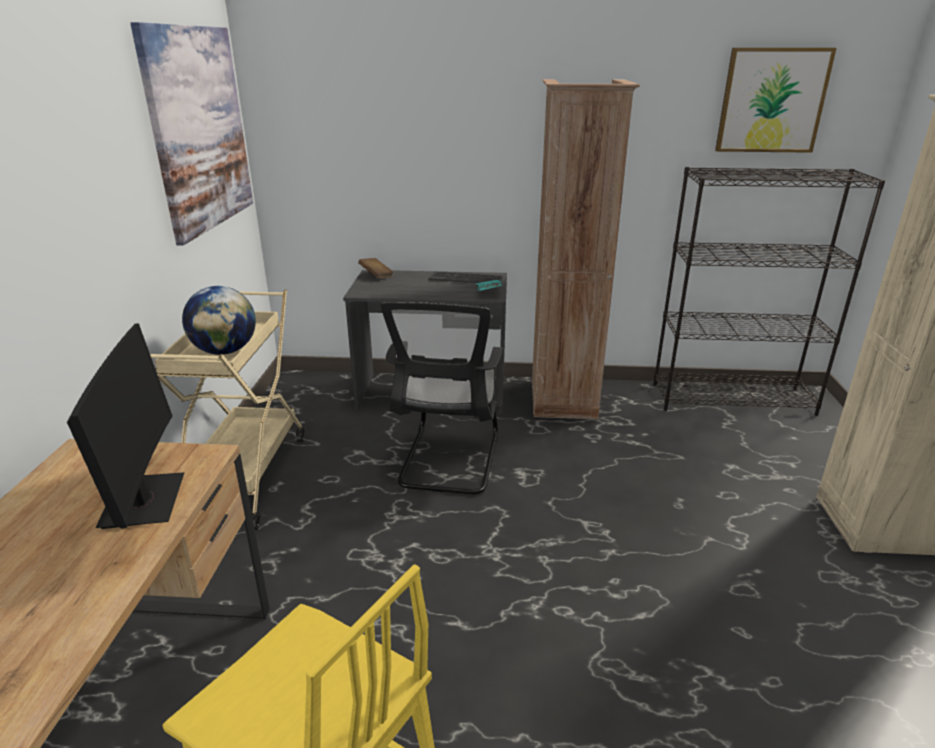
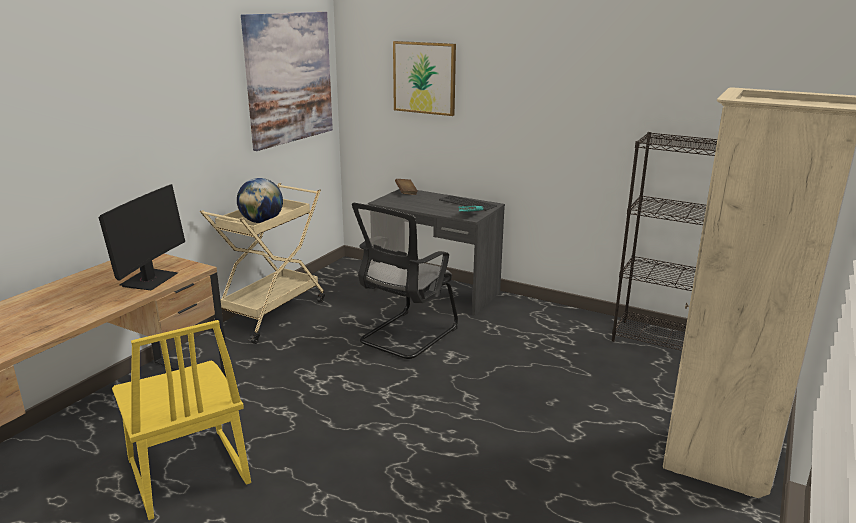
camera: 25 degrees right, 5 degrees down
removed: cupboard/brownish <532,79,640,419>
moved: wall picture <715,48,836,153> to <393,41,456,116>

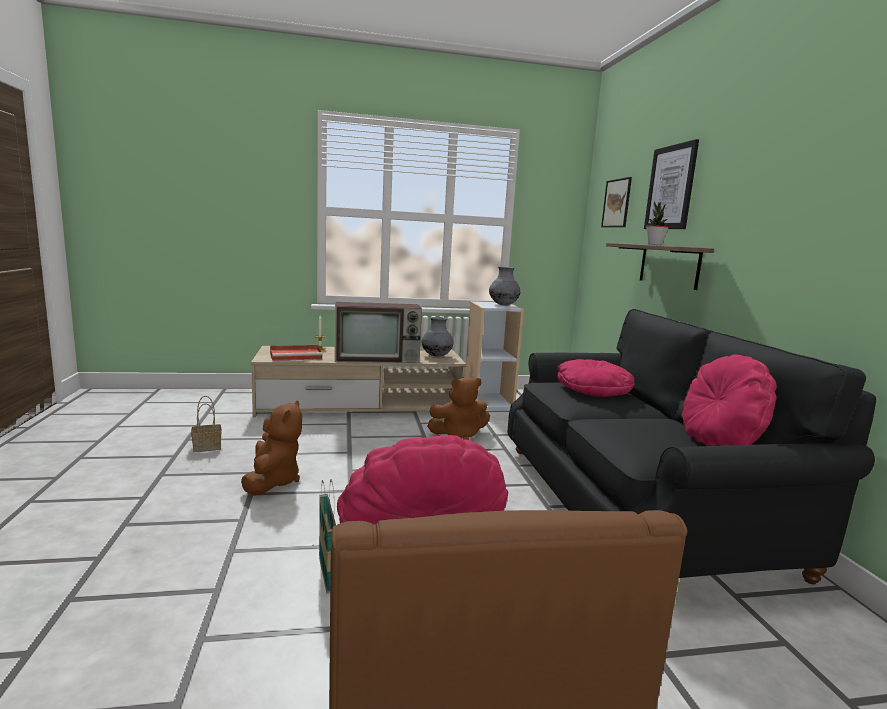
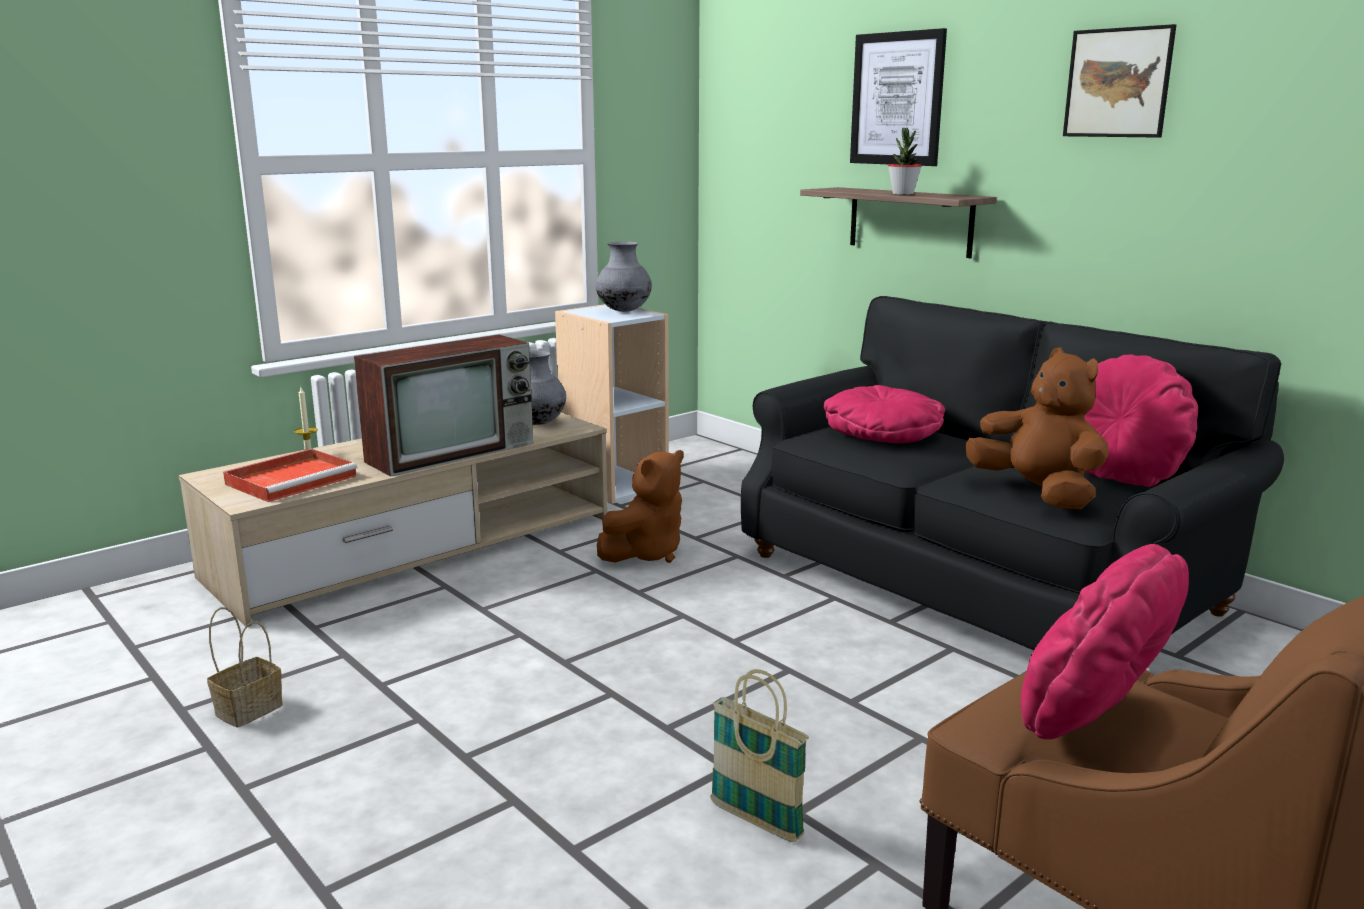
camera: 30 degrees left, 5 degrees up
moved: cuddly toy/brownish <241,400,302,495> to <965,348,1109,509>; wall picture <601,177,632,227> to <1063,24,1176,138>

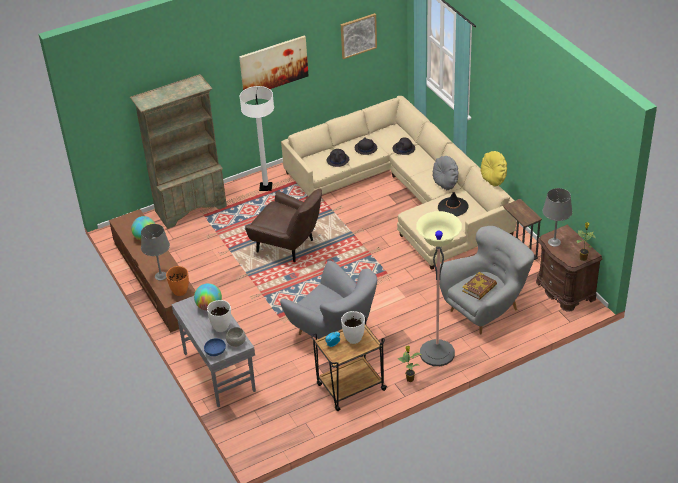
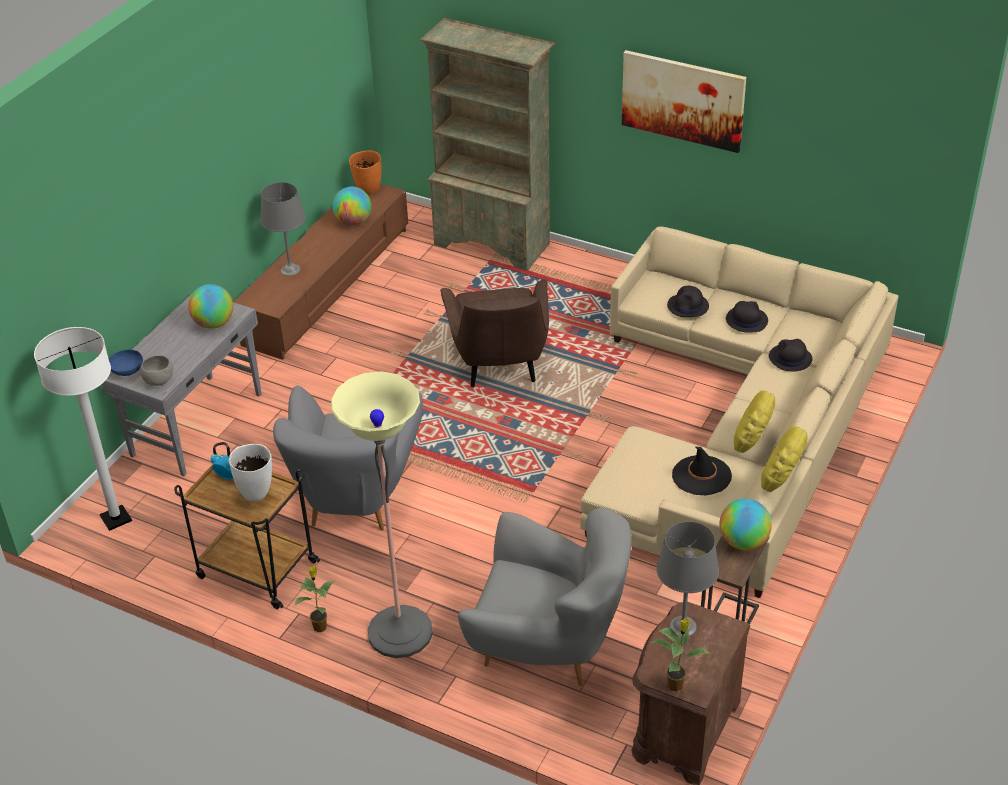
camera: 55 degrees right, 0 degrees up
removed: decorative vase/whitish <207,300,231,332>; wall picture <341,13,377,59>; volume <462,272,497,300>
added: desk globe <719,498,772,550>
moved: decorative vase/orange <166,266,189,296> to <349,151,381,195>; standing lamp/whitish <240,86,274,191> to <34,327,132,531>
recoloured: throw pillow/gray <432,156,458,190> to throw pillow/yellowish <734,390,775,453>

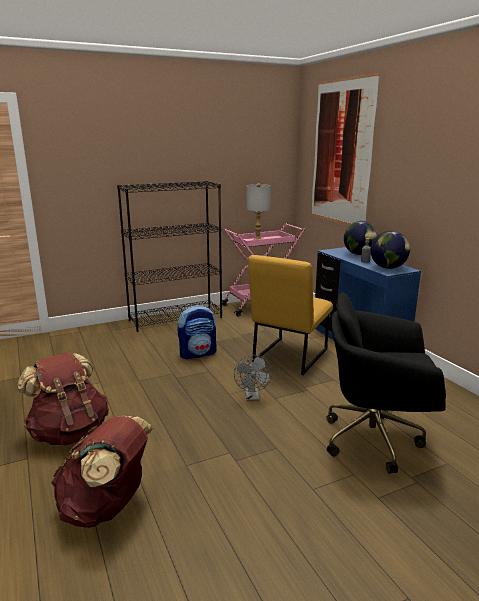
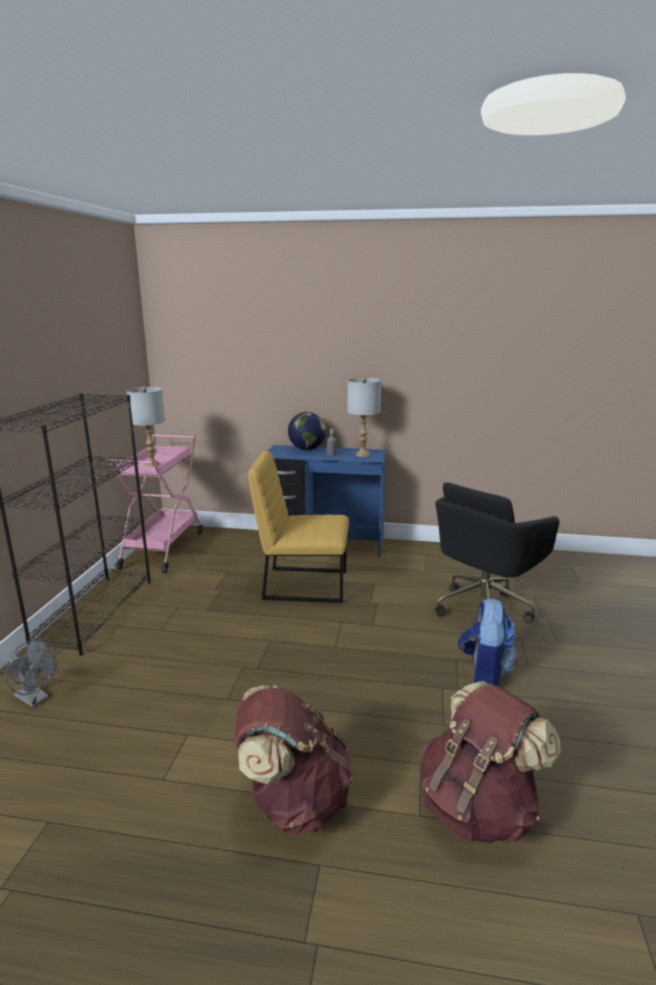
camera: 55 degrees left, 0 degrees up
removed: wall picture <311,72,380,226>
moved: knapsack <177,305,217,359> to <458,598,517,686>; electric fan/gray <234,355,272,401> to <5,639,58,707>
replaced: desk globe <370,231,410,269> to lamp for a table/gray <347,377,381,457>
turned: upright chair/yellowish <248,255,333,375> = <248,451,349,603> 120 degrees clockwise

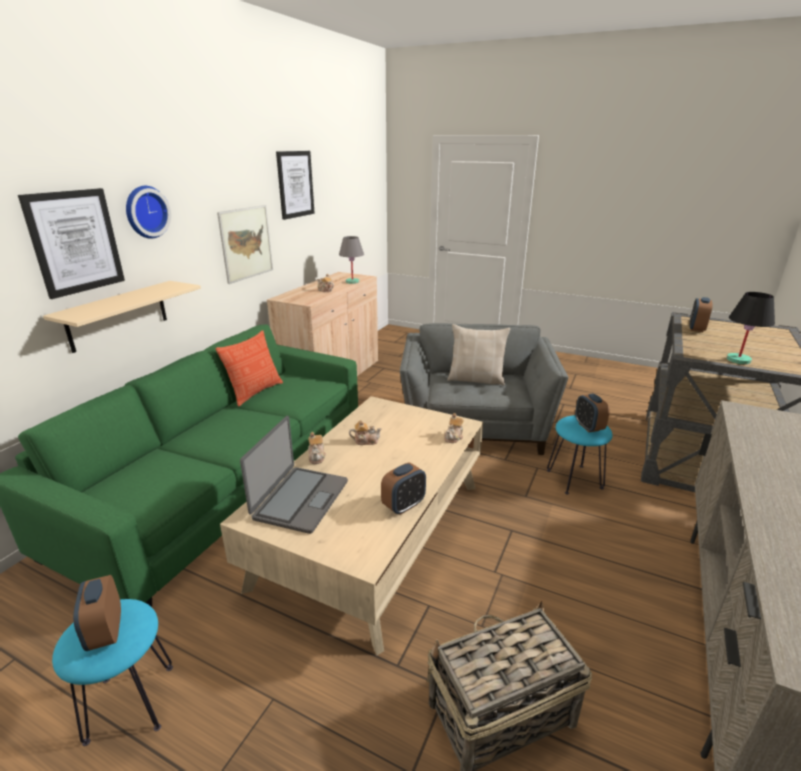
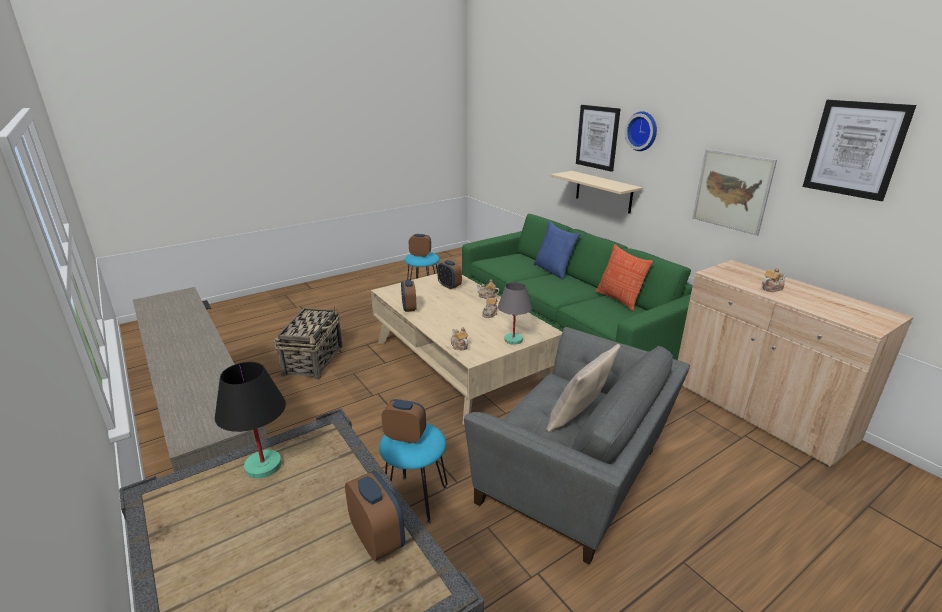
camera: 120 degrees right, 0 degrees up
added: throw pillow/blue-coloured <534,221,581,280>
moved: lamp for a table/gray <339,236,364,284> to <498,282,532,345>
replaced: notebook computer <240,416,348,534> to bedside clock <437,260,462,289>

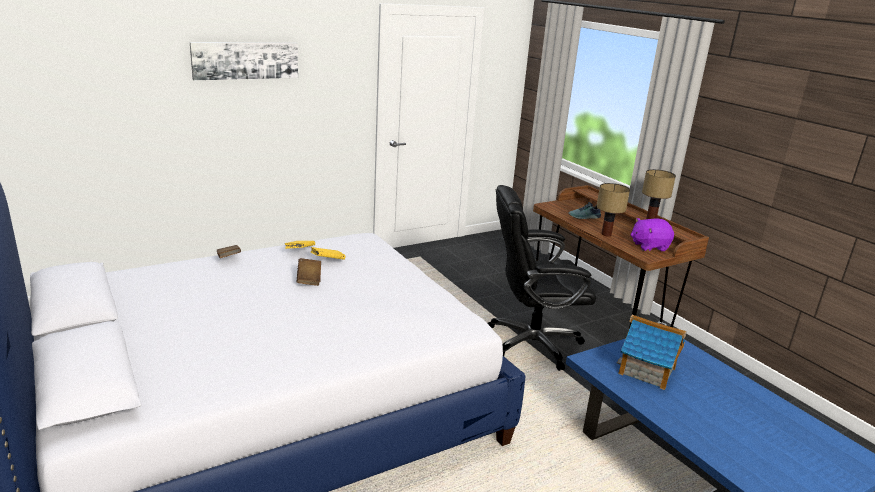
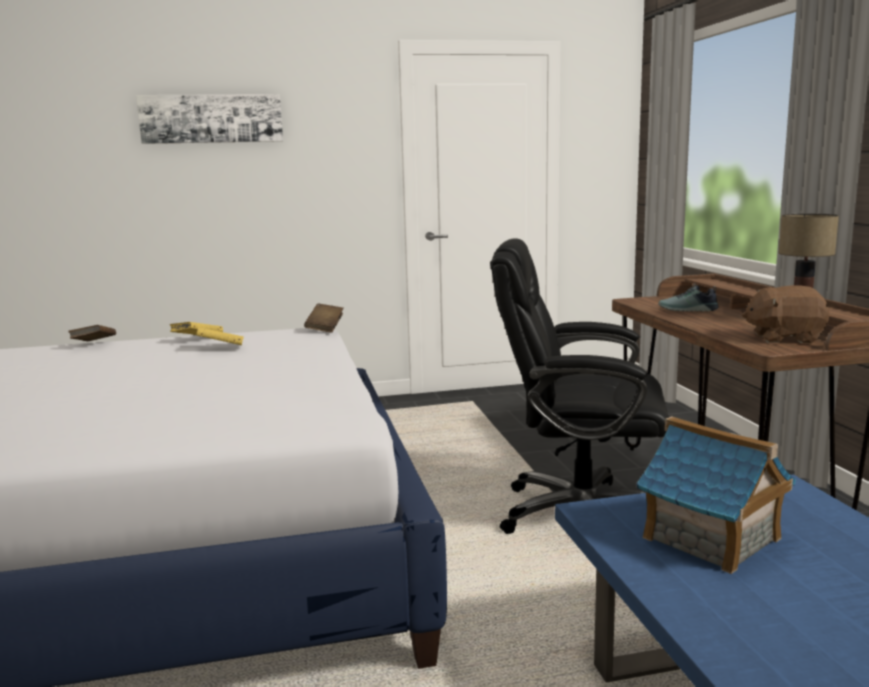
camera: 20 degrees right, 10 degrees down
removed: lamp for a table <596,183,630,237>
moved: volume/brownish <297,258,321,286> to <304,304,344,332>
recoloured: cuddly toy/purplish <631,218,674,251> to cuddly toy/brownish <742,285,829,343>

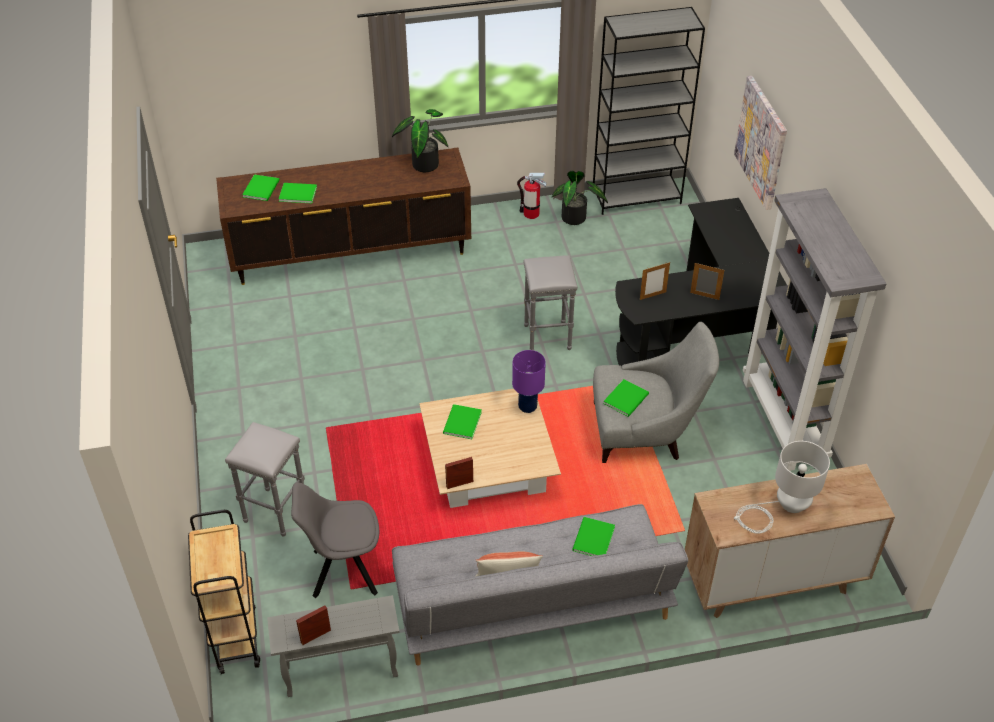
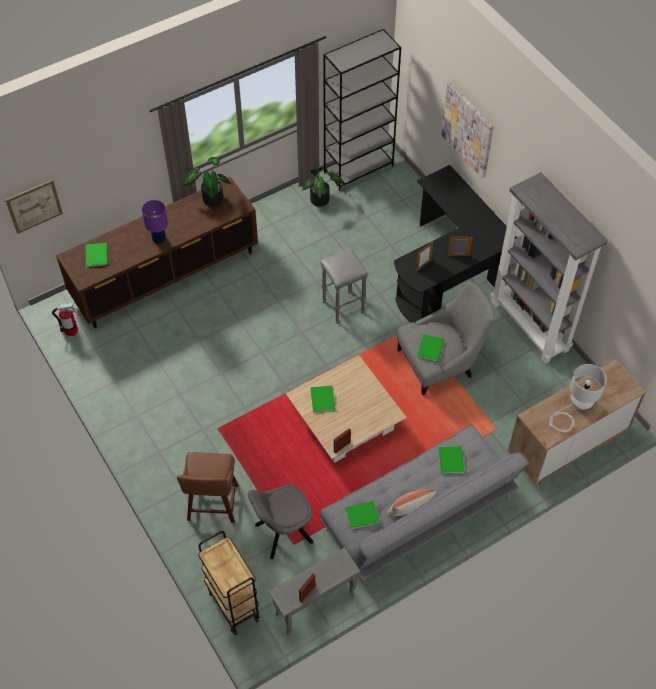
camera: 20 degrees left, 10 degrees up
added: wall picture <5,179,63,234>
moved: volume/green <279,183,317,204> to <345,501,380,530>; lamp for a table/purplish <512,350,546,413> to <142,200,168,244>; fire extinguisher <517,173,547,219> to <52,303,78,336>
replaced: stool/gray <225,422,305,536> to upright chair/brownish <177,452,238,523>

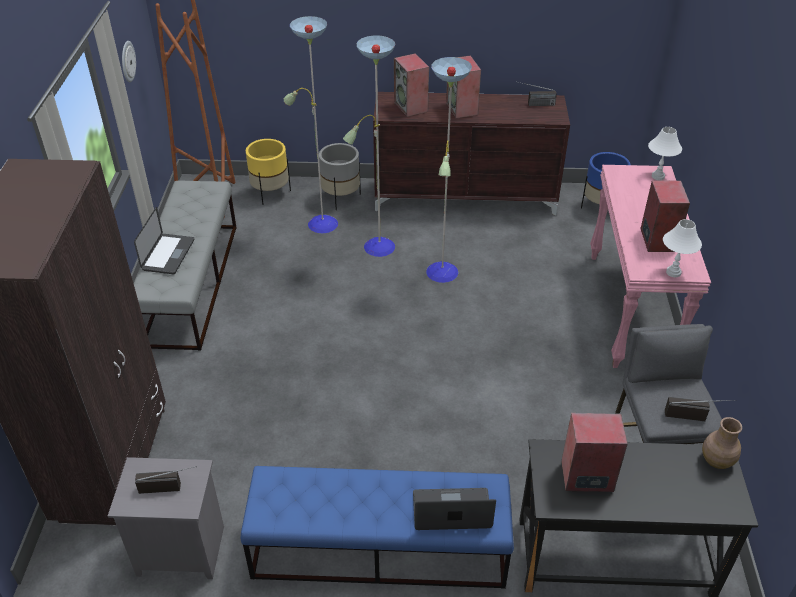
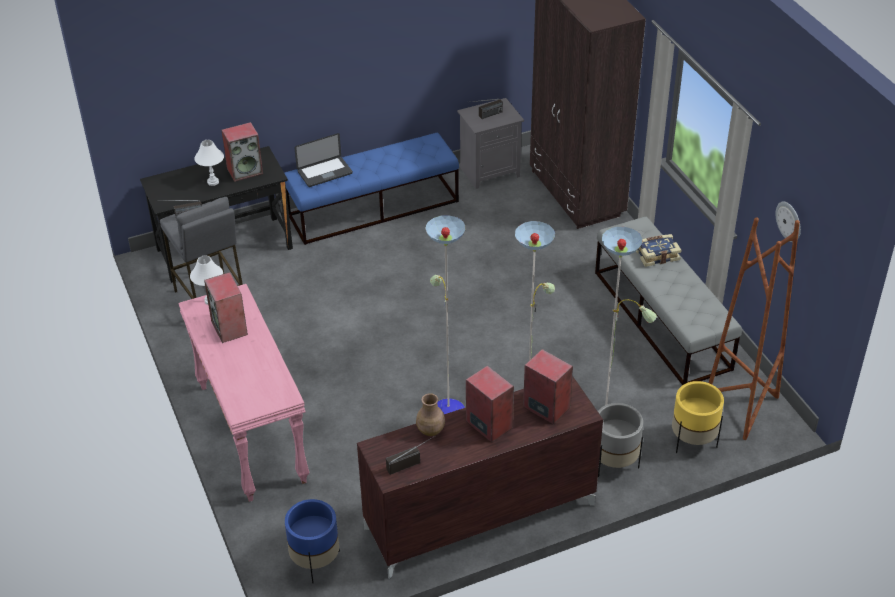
camera: 155 degrees right, 0 degrees up
moved: lamp for a table/whitish <648,127,682,180> to <194,140,224,186>; decorative vase/brownish <702,417,742,469> to <416,393,445,436>
replaced: notebook computer <134,207,194,274> to volume <636,234,682,267>

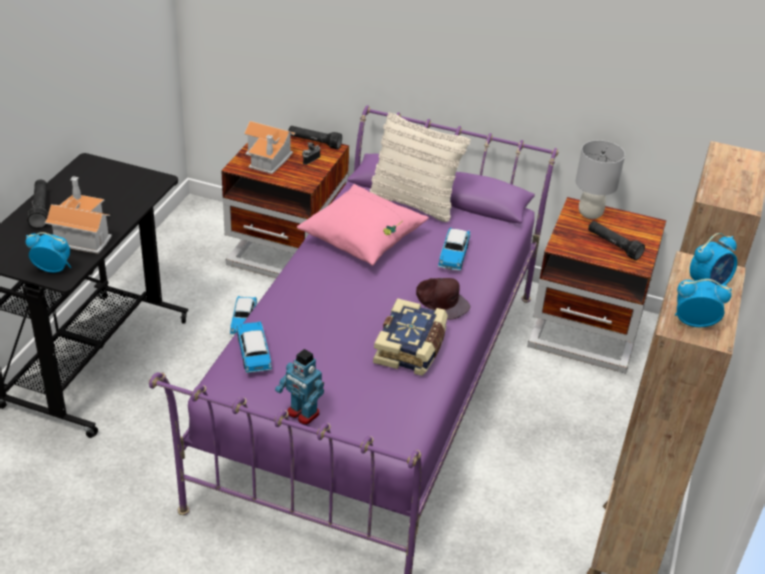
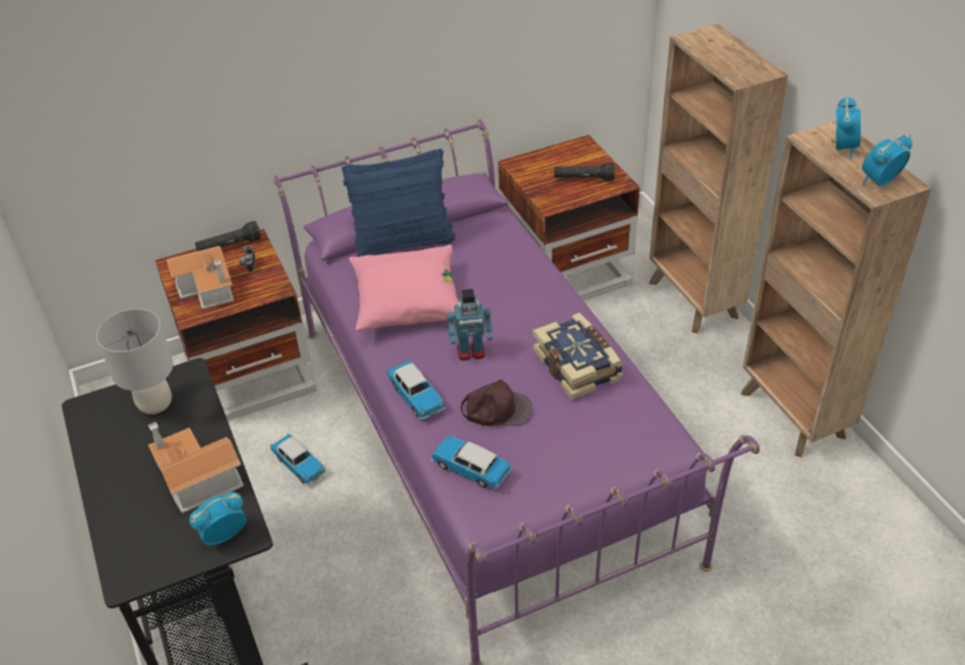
camera: 40 degrees left, 5 degrees up
removed: hand torch/blackish <27,180,48,229>
moved: model robot <275,349,324,425> to <447,289,493,361>; peaked cap/brownish <416,278,470,320> to <461,380,532,426>; toy car <438,227,470,271> to <387,360,445,420>; lamp for a table/gray <576,140,625,219> to <96,309,173,414>
recoloured: throw pillow/sand-coloured <370,113,471,222> to throw pillow/blue-coloured <341,149,456,257>

